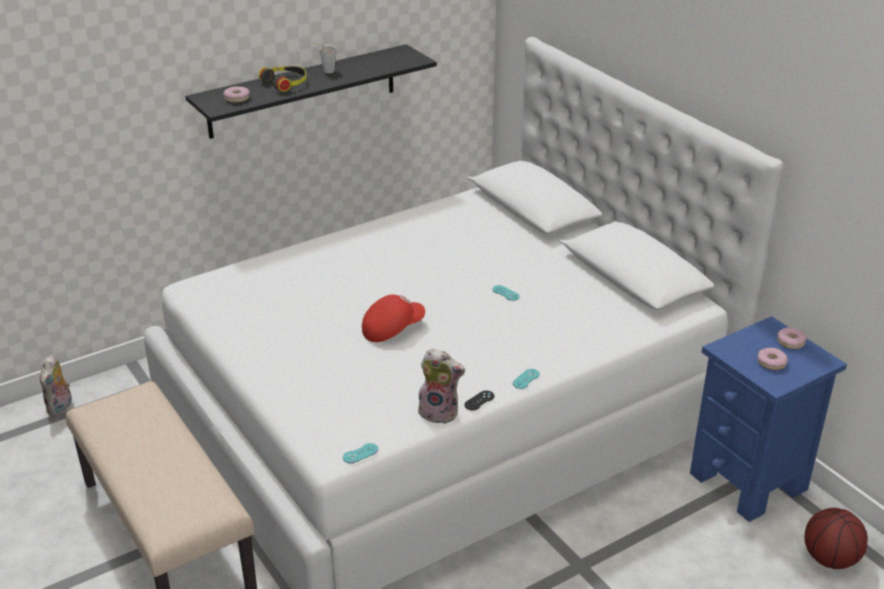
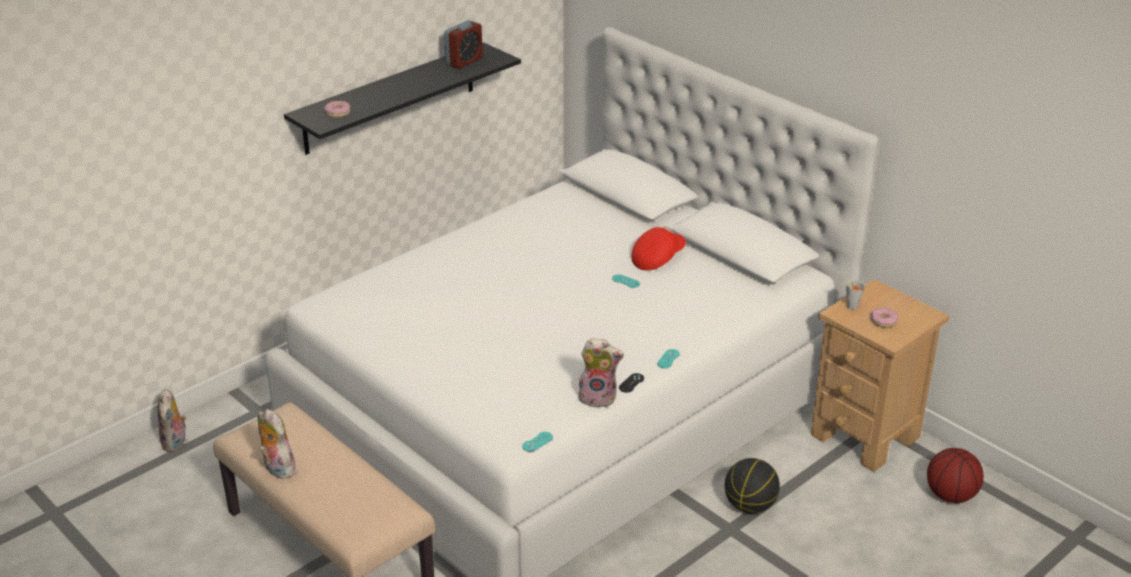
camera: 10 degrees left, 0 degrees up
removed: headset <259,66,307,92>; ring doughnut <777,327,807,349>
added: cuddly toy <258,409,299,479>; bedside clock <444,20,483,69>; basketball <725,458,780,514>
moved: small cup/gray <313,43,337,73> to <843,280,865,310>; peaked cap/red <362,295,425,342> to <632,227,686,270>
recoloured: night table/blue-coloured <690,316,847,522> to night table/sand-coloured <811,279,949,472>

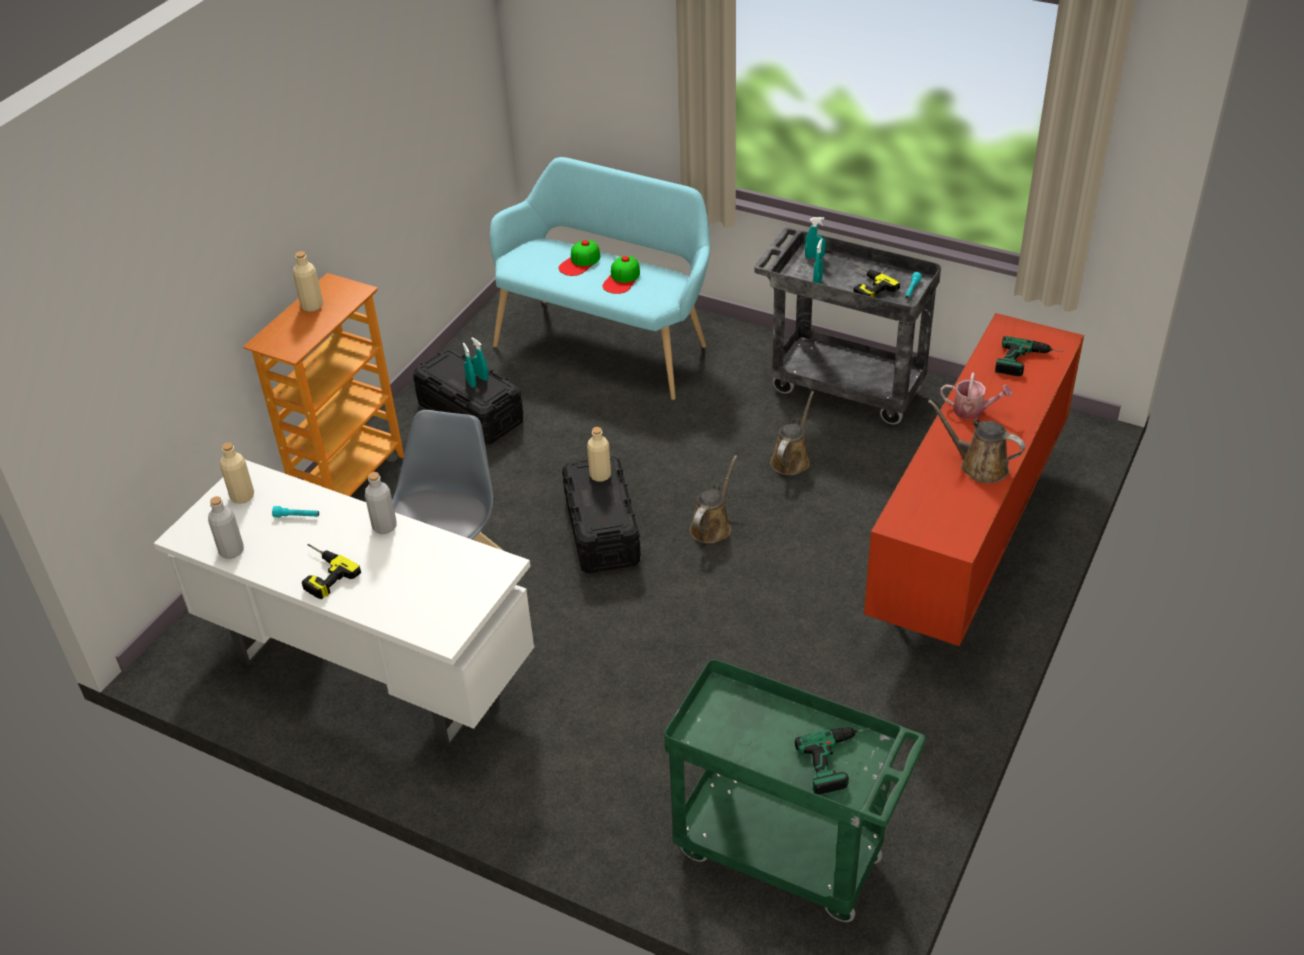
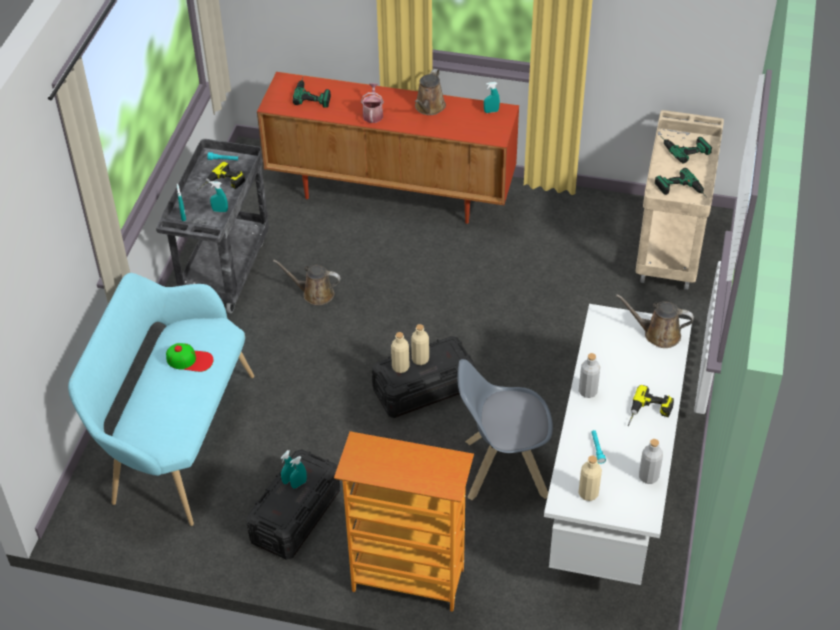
camera: 105 degrees left, 5 degrees up
removed: peaked cap <558,240,600,276>
added: hand sprayer/blue-green <484,82,500,113>; power drill <655,168,707,198>
moved: bottle/sand-coloured <293,251,323,312> to <411,324,429,365>; sprinkling can/brownish <689,455,737,544> to <616,294,694,348>
recoloured: wheeled cart/green <664,659,925,922> to wheeled cart/sand-coloured <636,110,724,290>

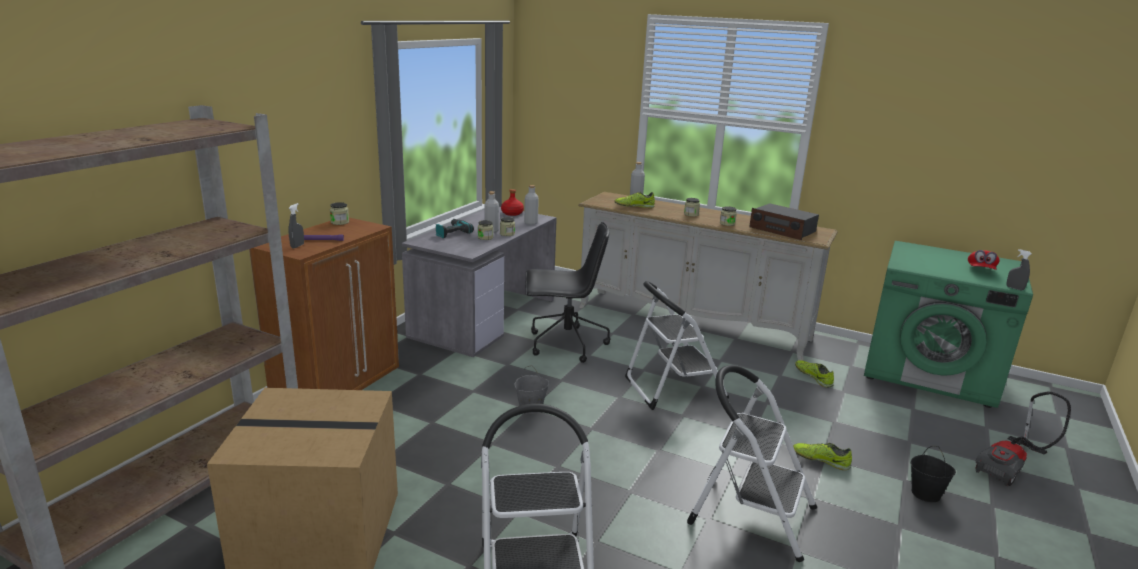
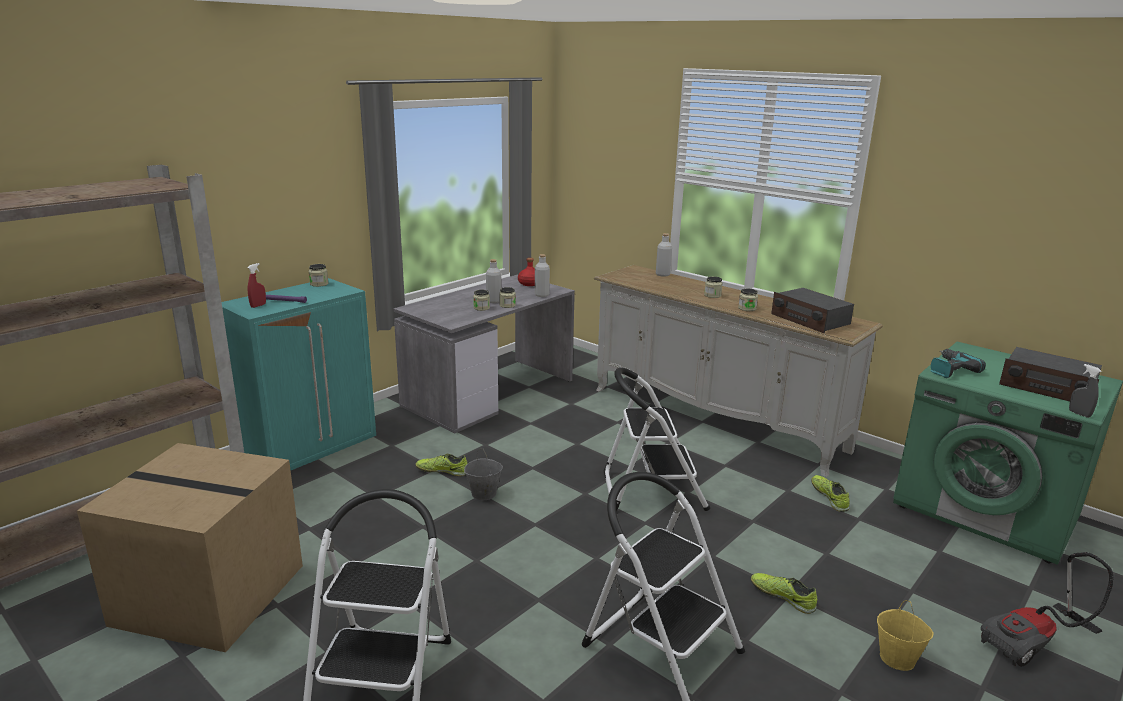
camera: 15 degrees right, 0 degrees up
removed: office chair/blackish <525,222,611,363>
moved: power drill <435,219,474,238> to <931,349,986,378>; item of footwear <614,192,655,208> to <416,454,468,476>
replaced: peaked cap/red <968,250,1000,270> to radio <999,347,1102,401>
recoloured: cupboard/brownish <249,218,399,390> to cupboard/blue-green <222,278,376,470>; hand sprayer/gray <289,203,304,248> to hand sprayer/red <248,263,266,308>; bucket/blackish <911,446,956,502> to bucket/yellowish <877,600,934,671>

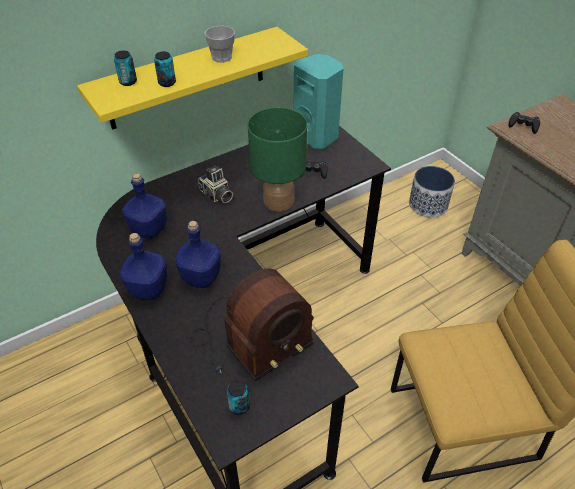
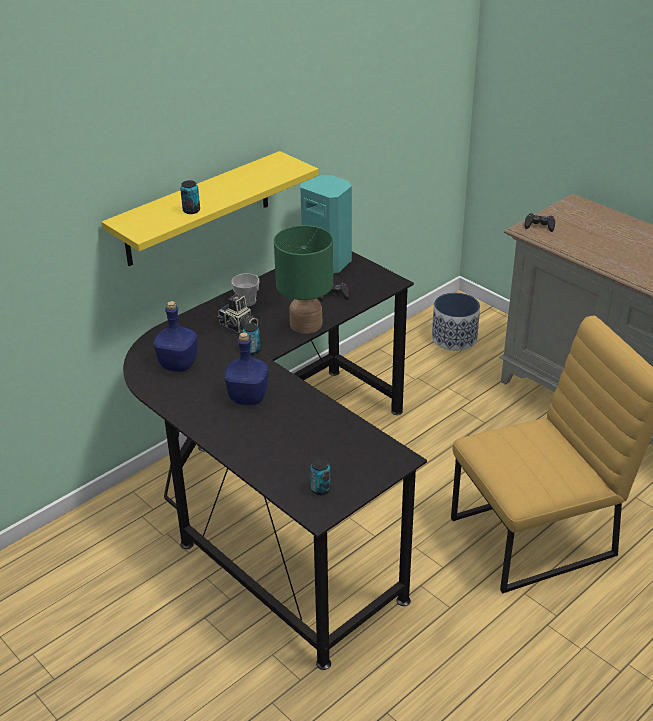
camera: 10 degrees left, 10 degrees down
removed: bottle/blue-coloured <120,233,167,300>; radio <189,269,314,381>
moved: can <114,51,137,86> to <243,323,261,355>; small cup <204,26,235,63> to <231,273,259,307>

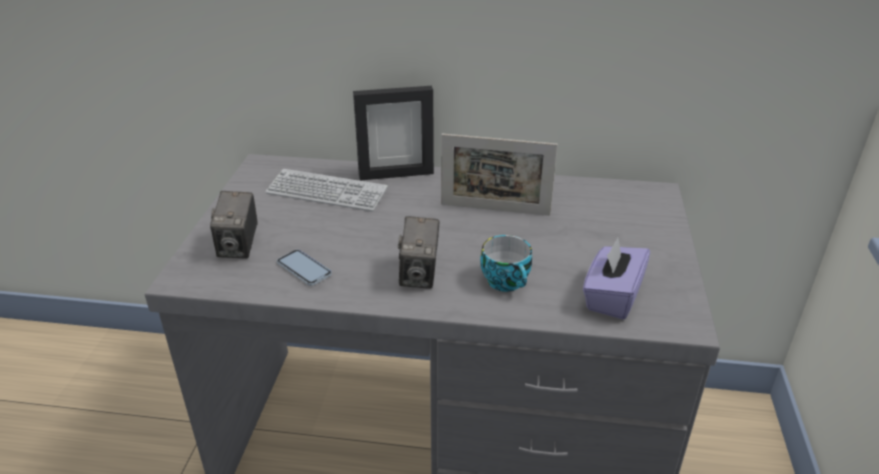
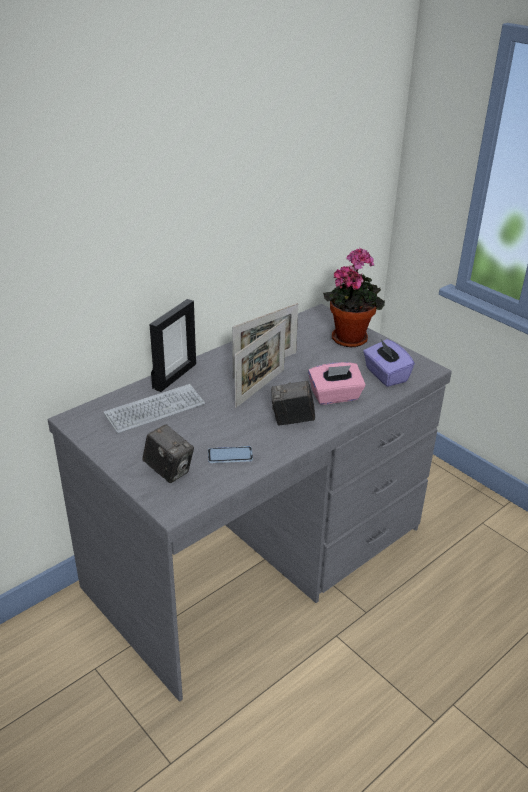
camera: 50 degrees left, 0 degrees up
added: photo frame <235,319,286,408>; potted plant <323,248,385,347>
replaced: small cup <480,235,532,292> to tissue box/pinkish <308,362,366,405>
turned: still camera <398,216,439,289> = <271,381,315,426> 135 degrees clockwise

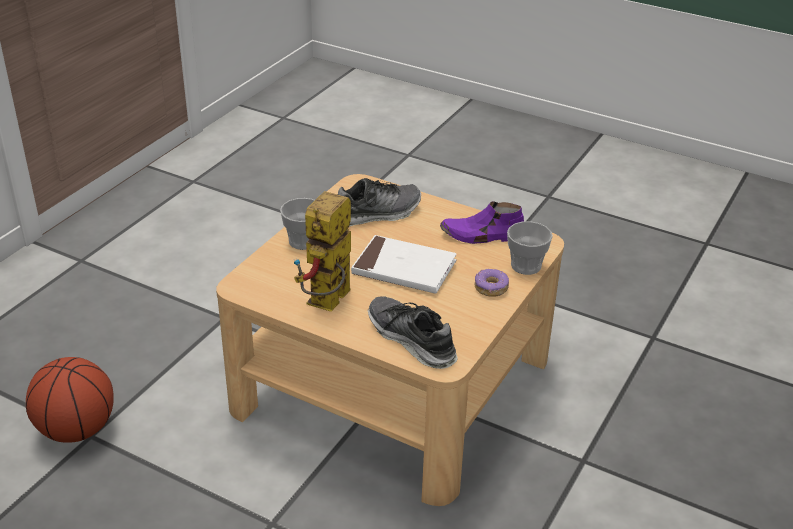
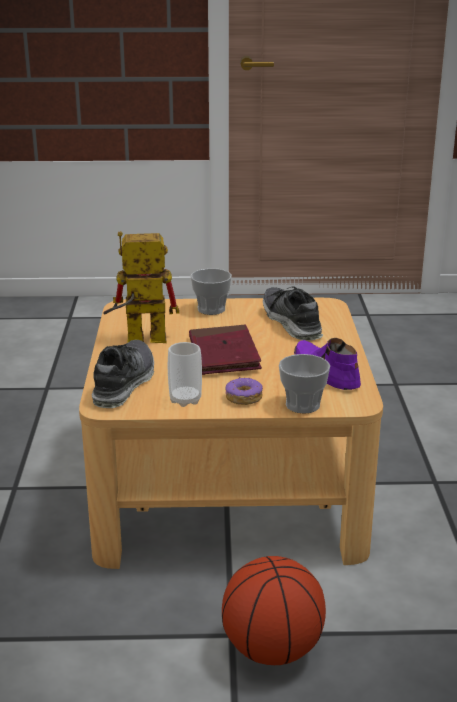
camera: 60 degrees right, 10 degrees down
added: small cup <168,342,202,407>
moved: basketball <26,357,114,443> to <222,556,326,665>
recoloured: volume/whitish <351,235,457,294> to volume/red <189,325,262,375>
turned: item of footwear <338,178,421,227> = <263,286,323,341> 150 degrees counterclockwise

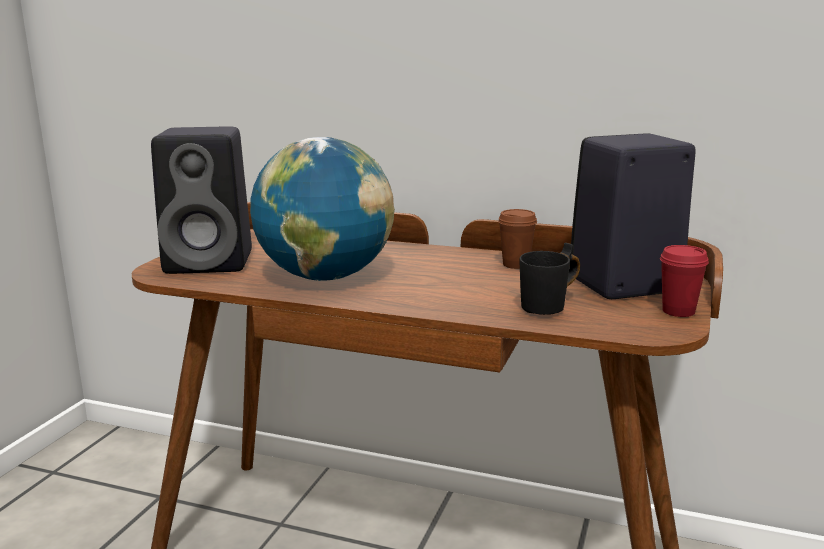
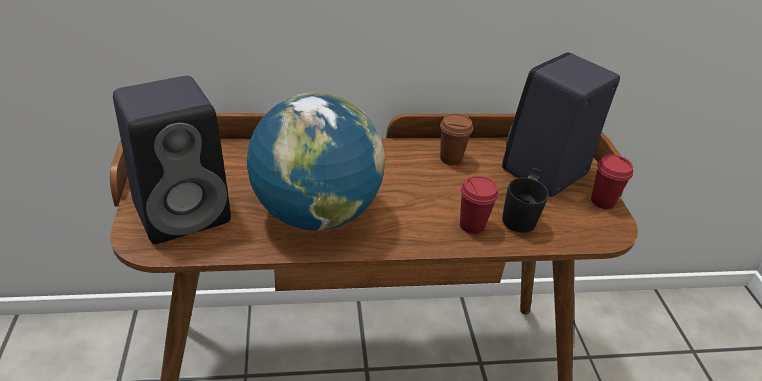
camera: 30 degrees left, 20 degrees up
added: small cup/red <460,176,499,234>

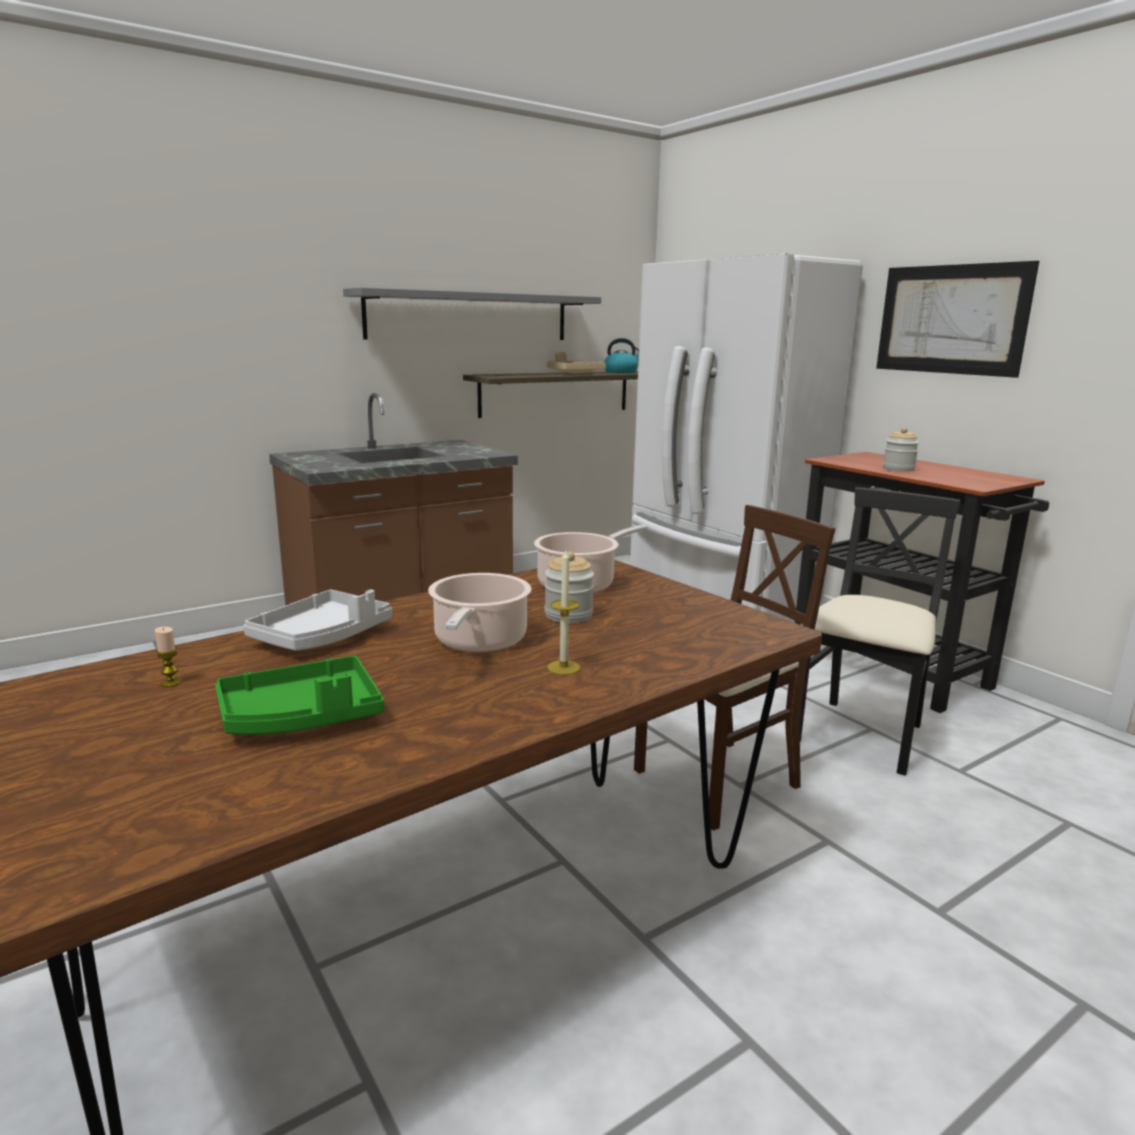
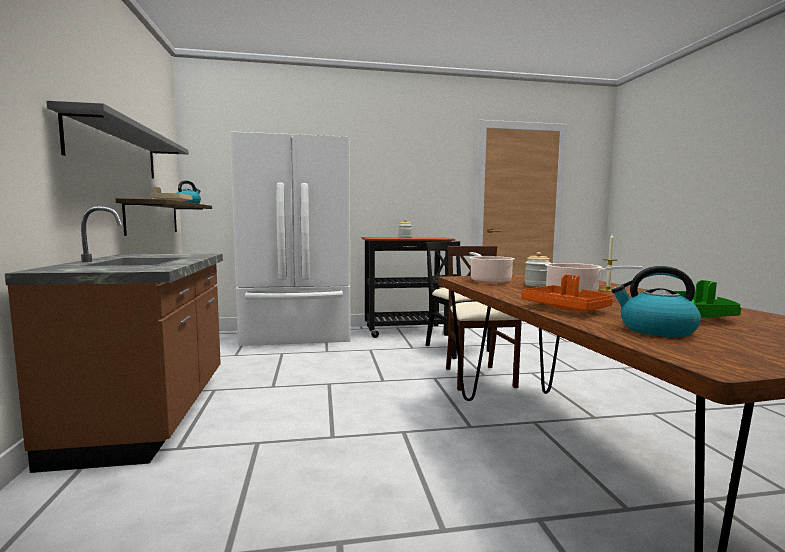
camera: 65 degrees left, 10 degrees down
removed: wall picture <876,261,1039,378>
replaced: wax light <155,627,182,687> to kettle <611,266,701,337>
recoloured: tray/whitish <243,589,392,651> to tray/orange <521,275,613,311>

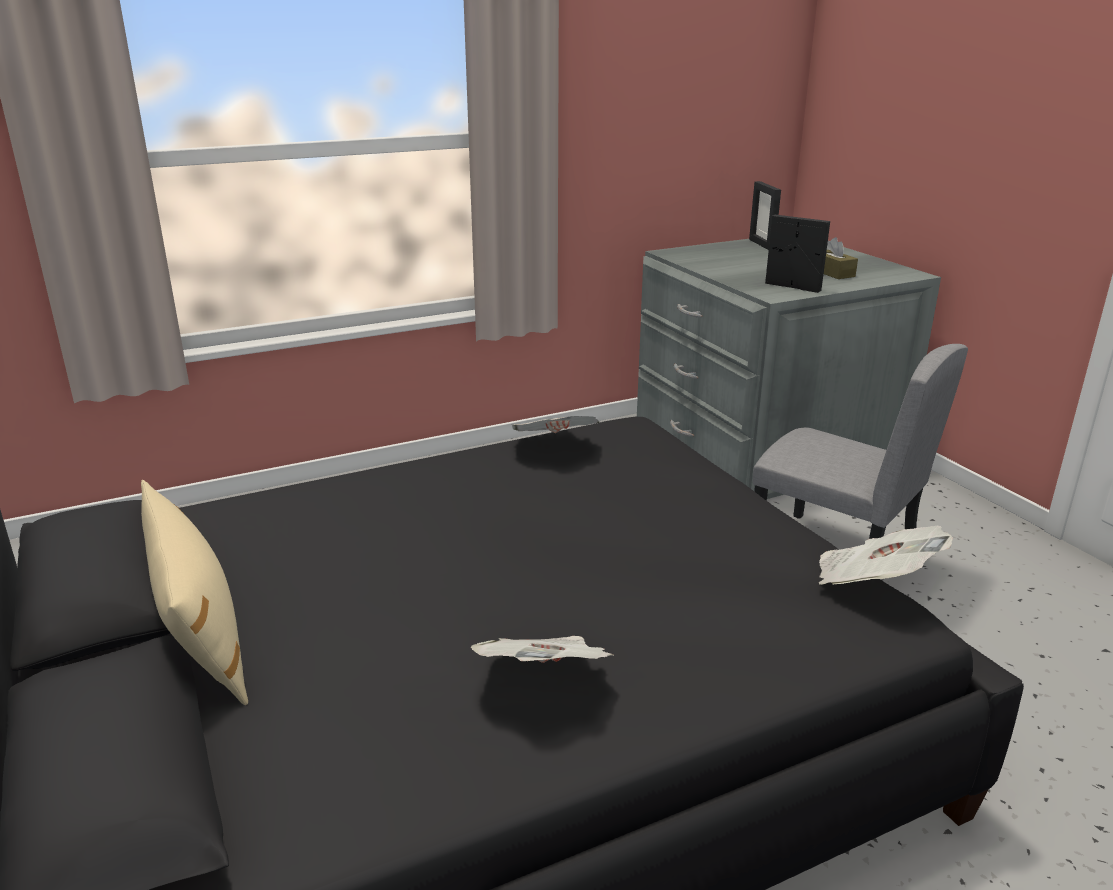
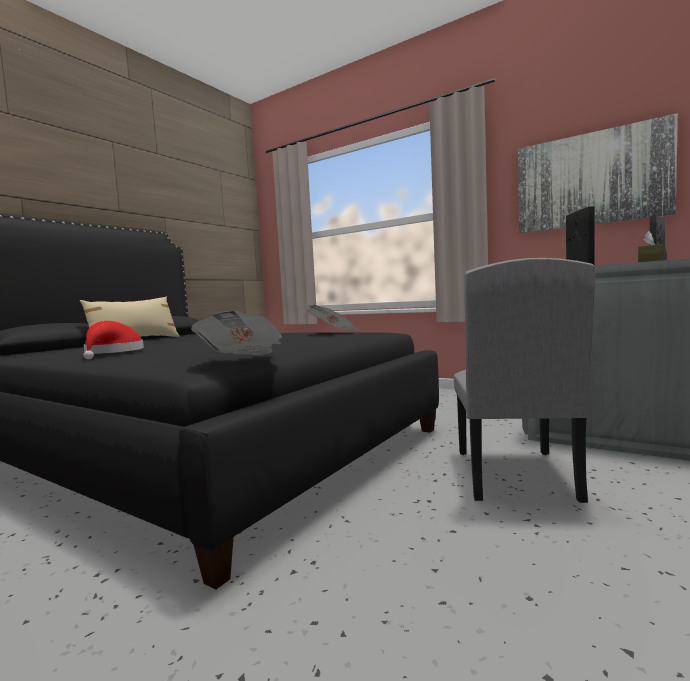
camera: 60 degrees right, 20 degrees down
added: wall picture <518,113,678,233>
replaced: daily paper <471,636,614,663> to wearable hat/red <83,321,144,359>

